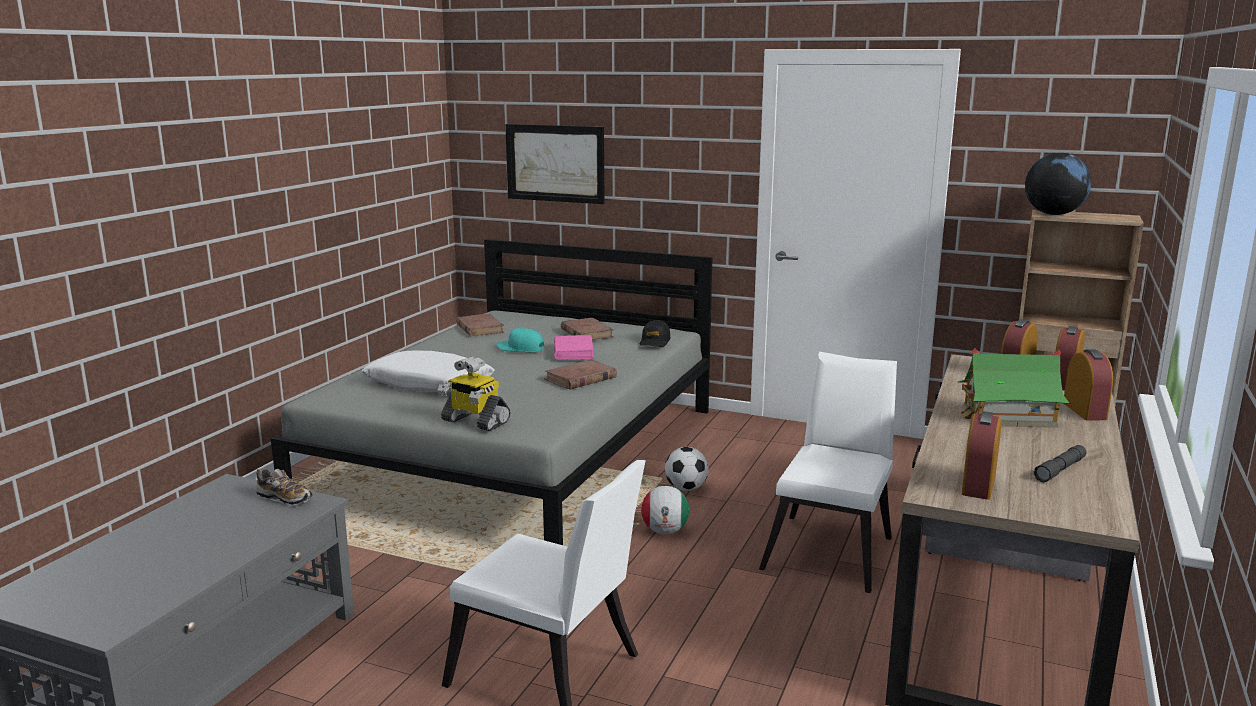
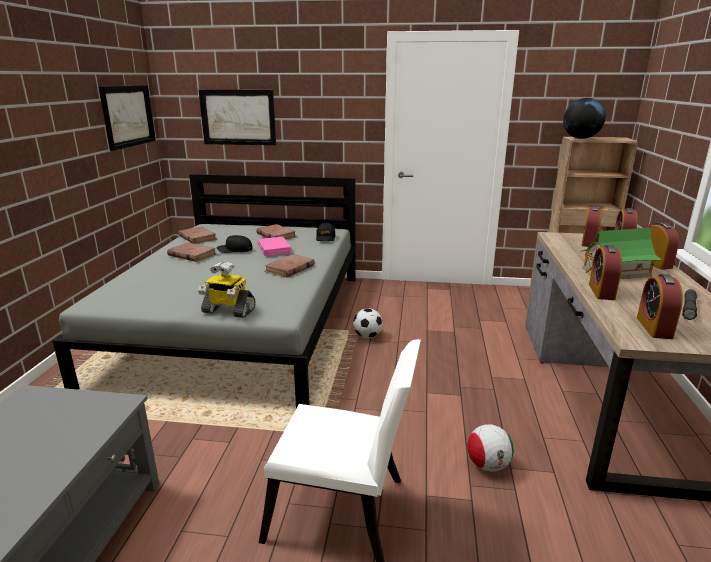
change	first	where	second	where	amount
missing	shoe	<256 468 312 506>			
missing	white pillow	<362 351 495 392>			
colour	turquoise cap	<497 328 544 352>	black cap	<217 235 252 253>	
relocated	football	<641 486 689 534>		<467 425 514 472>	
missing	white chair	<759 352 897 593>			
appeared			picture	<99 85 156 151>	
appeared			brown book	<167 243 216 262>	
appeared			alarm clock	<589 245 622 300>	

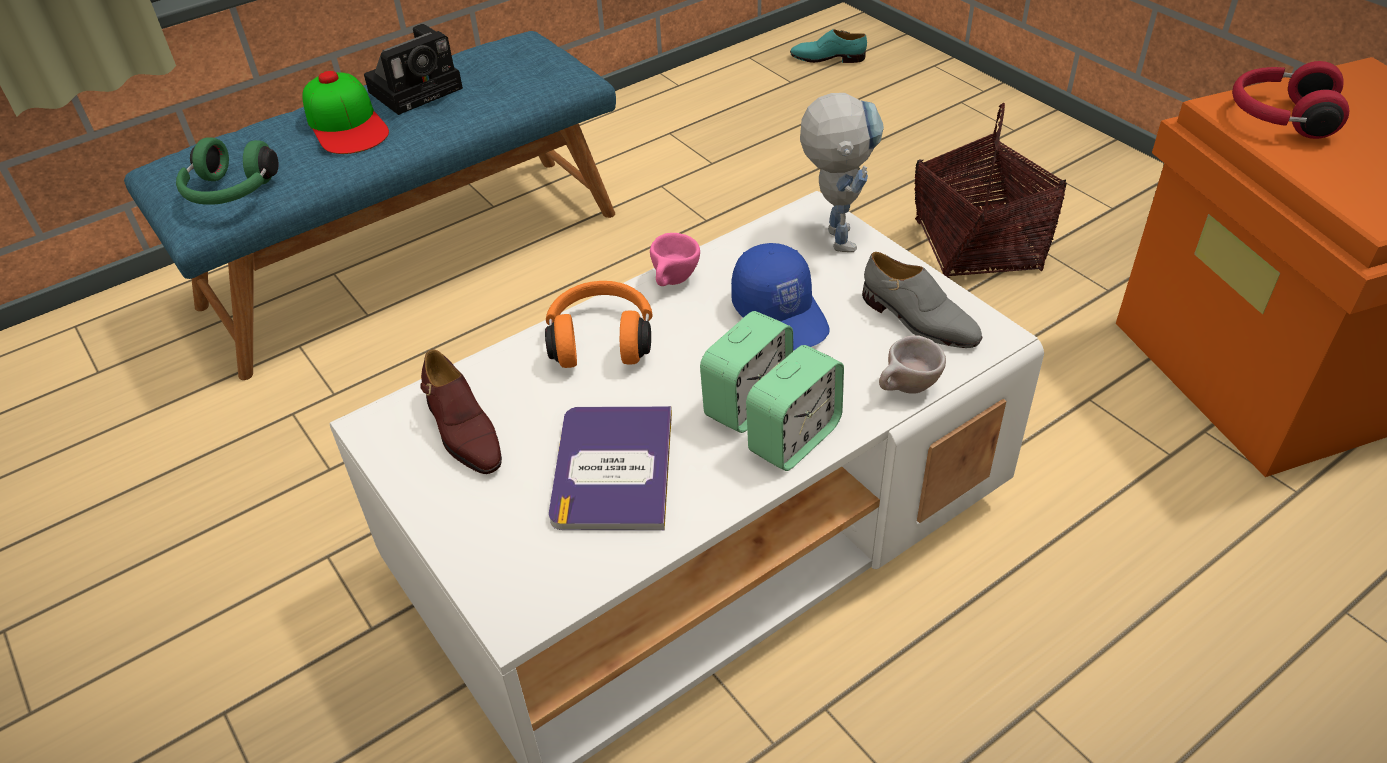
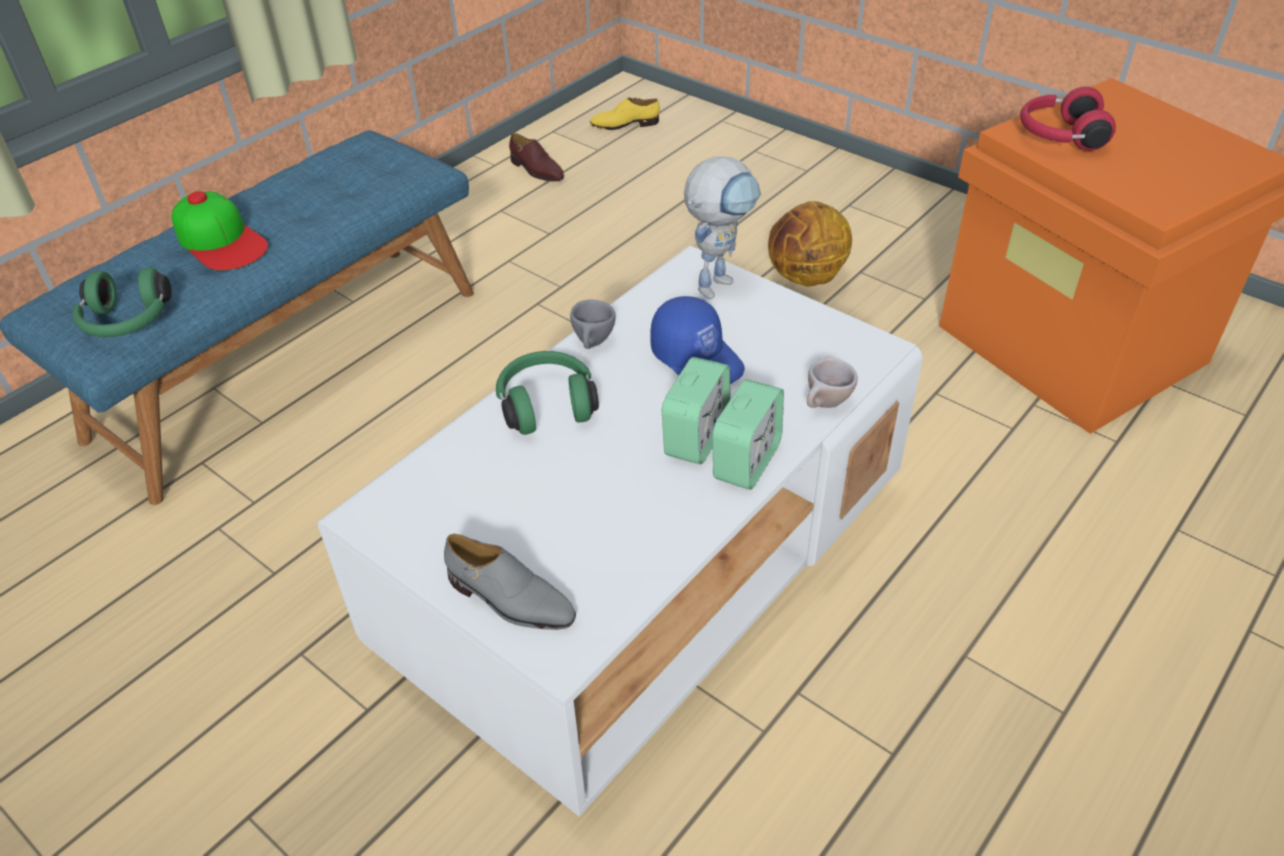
change	first	where	second	where	amount
missing	photo camera	<364 24 463 115>			
relocated	brown shoe	<421 349 502 474>		<509 133 564 182>	
colour	orange headphones	<545 281 652 368>	green headphones	<496 351 599 435>	
missing	book	<549 406 672 530>			
colour	pink cup	<650 233 700 286>	grey cup	<570 300 616 349>	
colour	turquoise shoe	<790 29 867 63>	yellow shoe	<590 97 660 130>	
spun	toy robot	<800 93 884 252>		<684 157 761 299>	60 degrees clockwise
relocated	grey shoe	<862 252 982 348>		<444 534 576 630>	
exchanged	basket	<915 103 1067 278>	basketball	<768 201 852 287>	

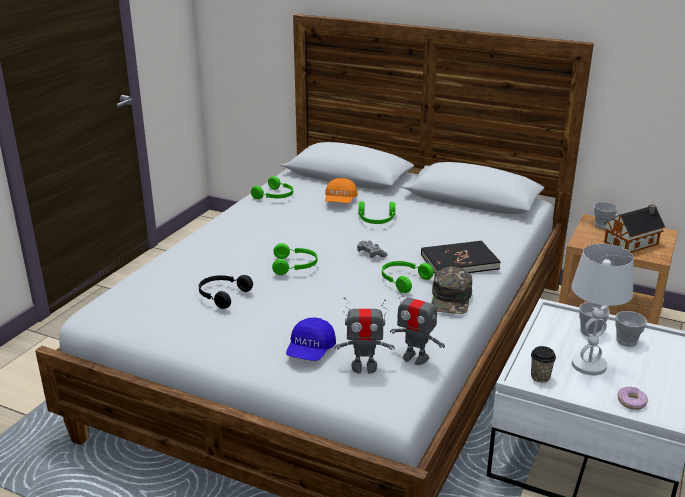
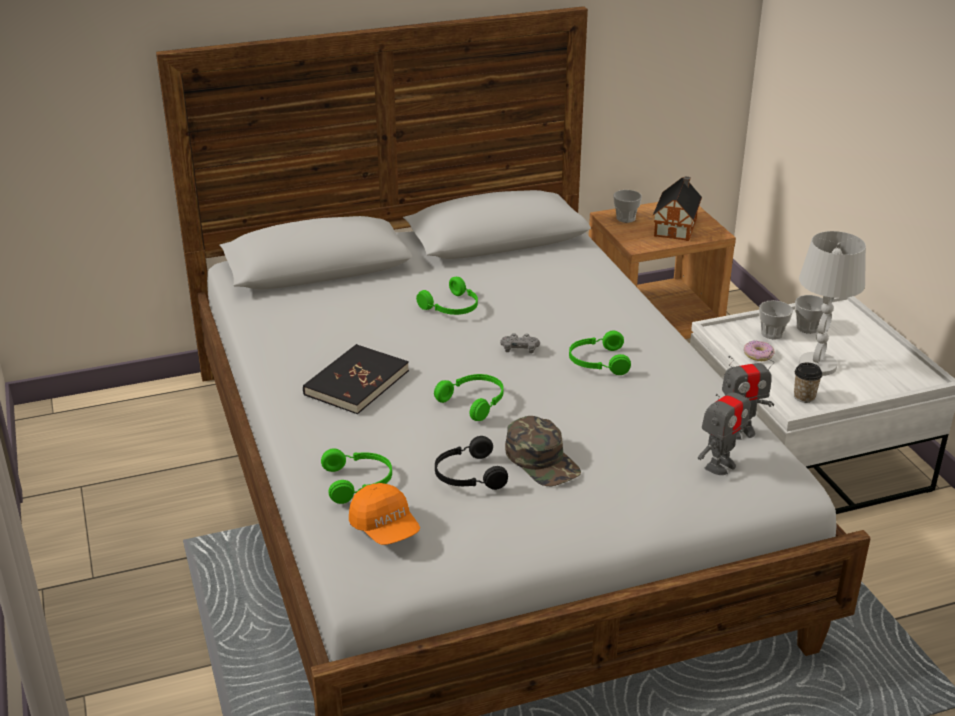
change	first	where	second	where	amount
relocated	green headphones	<251 176 293 199>		<321 448 392 504>	
missing	blue cap	<286 317 336 361>			
relocated	orange cap	<325 178 358 203>		<349 483 420 545>	
relocated	black book	<421 241 501 274>		<303 344 409 414>	
relocated	green cap	<431 266 472 314>		<505 416 581 486>	
relocated	donut	<617 387 648 410>		<744 341 775 361>	

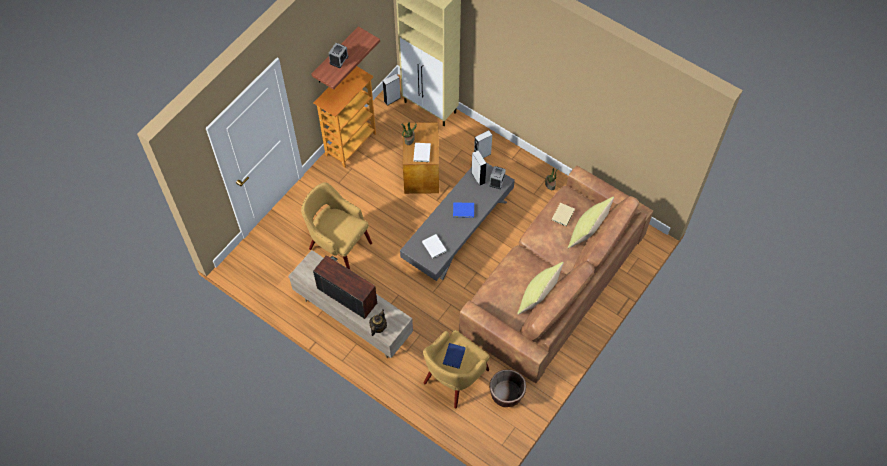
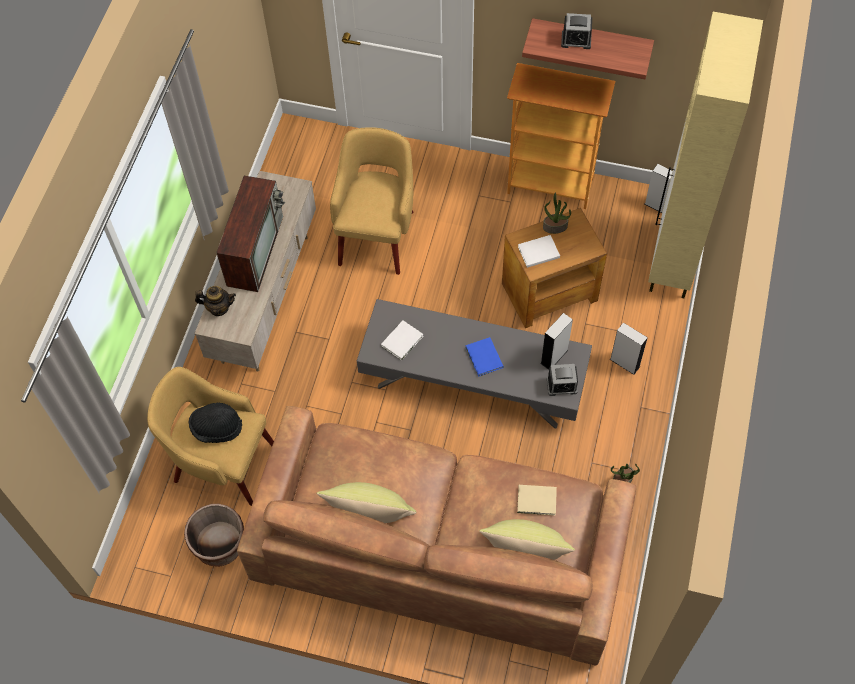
change	first	where	second	where	amount
exchanged	blue book	<443 343 466 369>	black hat	<188 403 242 443>	

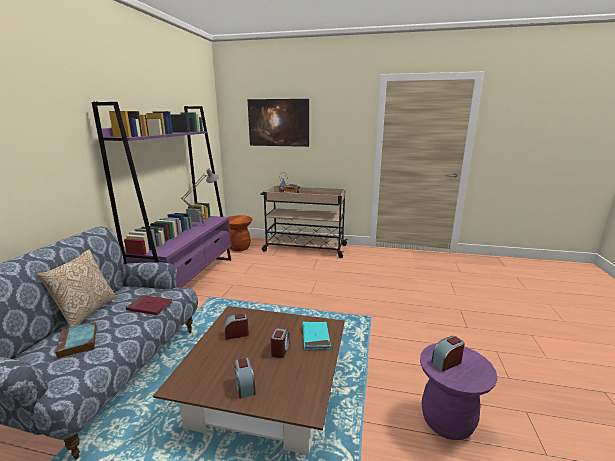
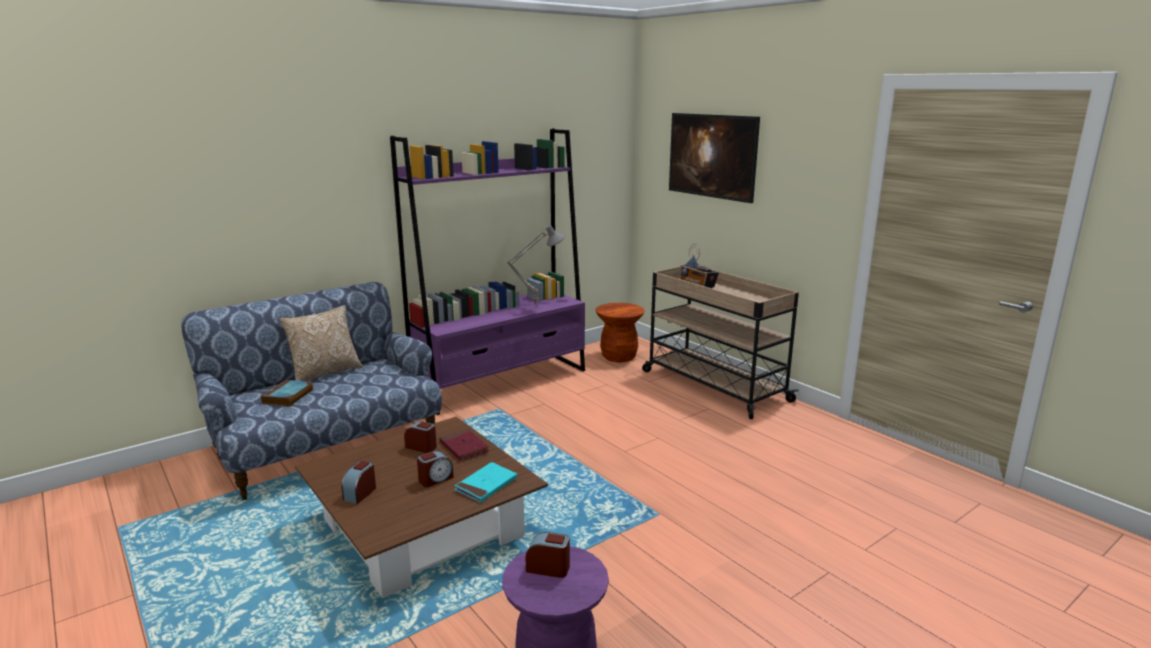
change	first	where	second	where	amount
relocated	red book	<126 295 172 315>		<439 429 489 460>	

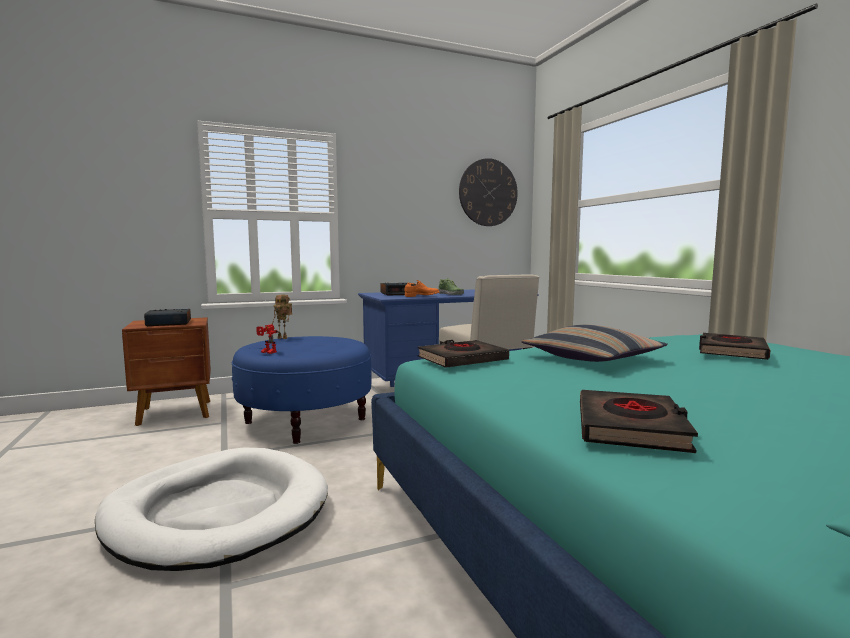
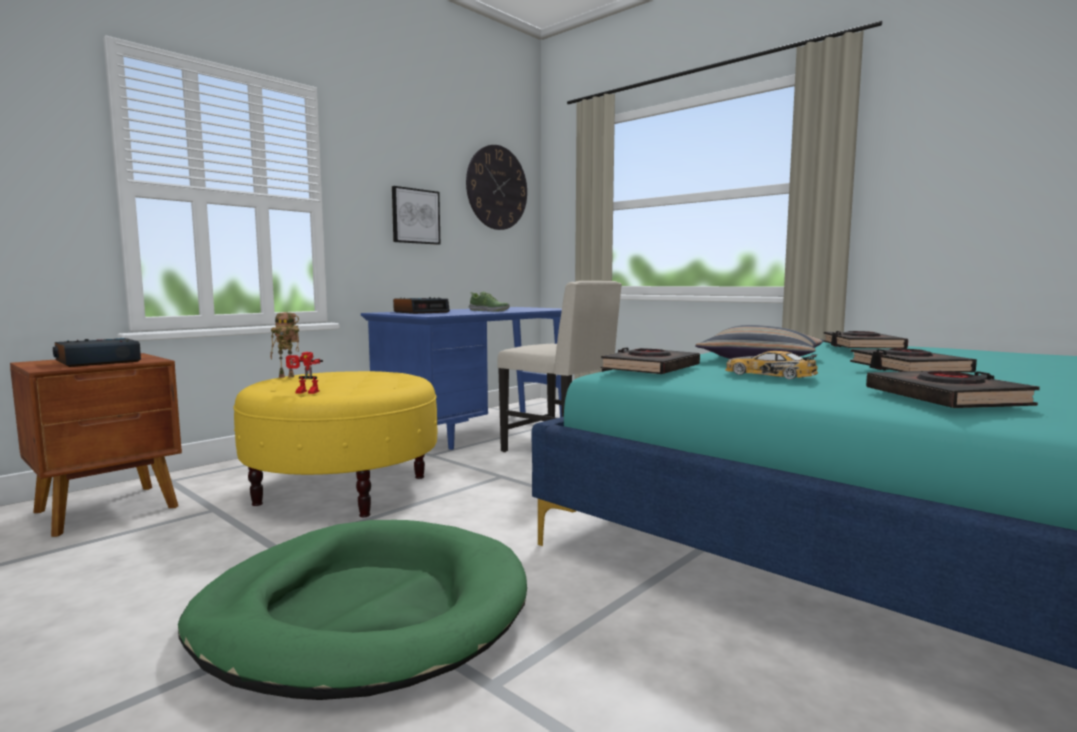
change	first	where	second	where	amount
colour	white dog bed	<95 447 328 571>	green dog bed	<178 520 527 700>	
colour	blue ottoman	<232 336 372 444>	yellow ottoman	<233 371 437 517>	
missing	orange shoe	<405 280 440 297>			
appeared			picture	<392 186 440 245>	
appeared			toy car	<725 351 818 379>	
appeared			black book	<850 349 977 373>	

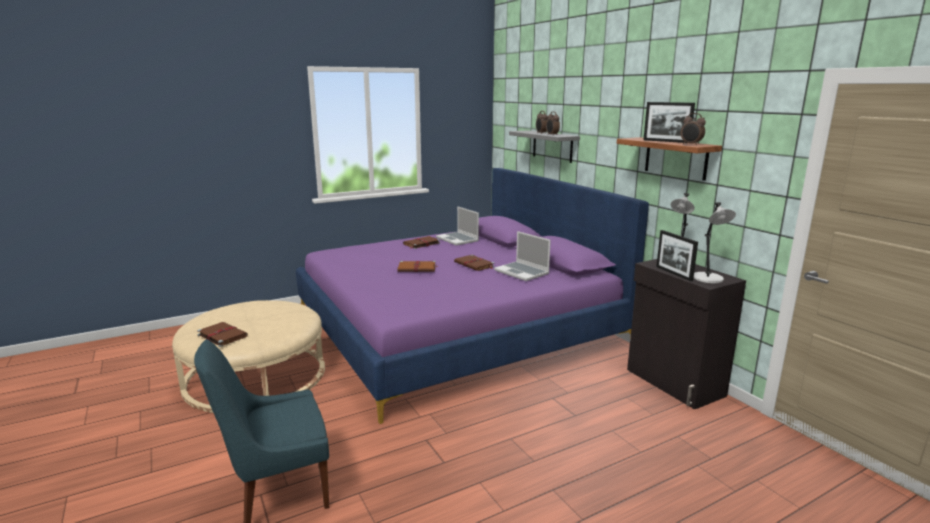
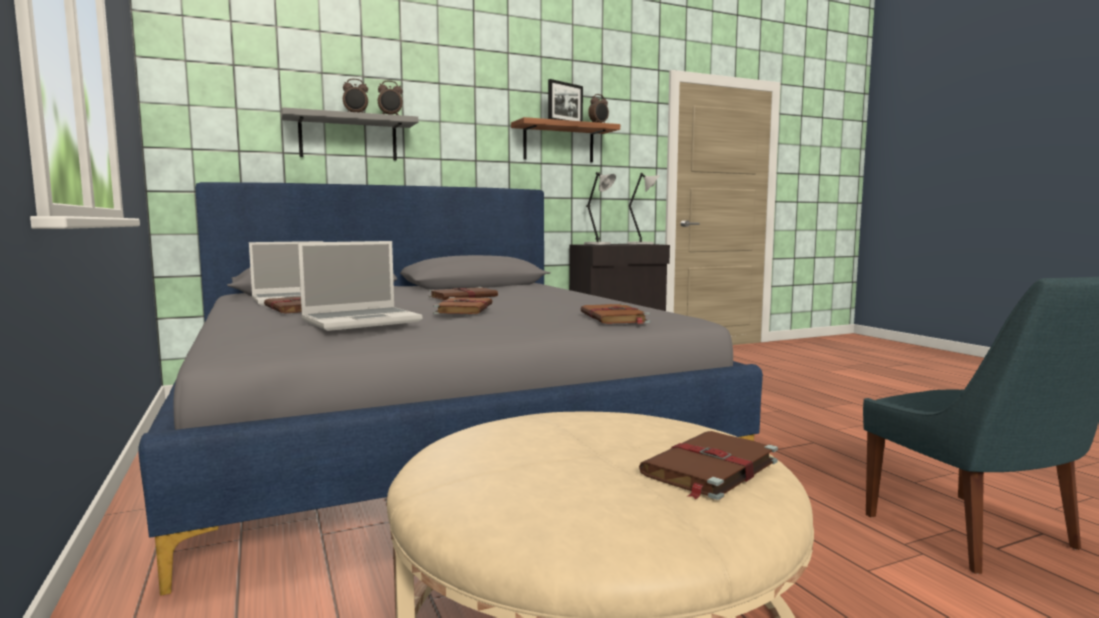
change	first	where	second	where	amount
colour	purple bed	<296 168 649 424>	grey bed	<138 182 763 595>	
relocated	laptop	<494 231 551 281>		<298 241 422 331>	
missing	picture frame	<656 230 698 281>			
appeared			brown book	<581 304 650 324>	

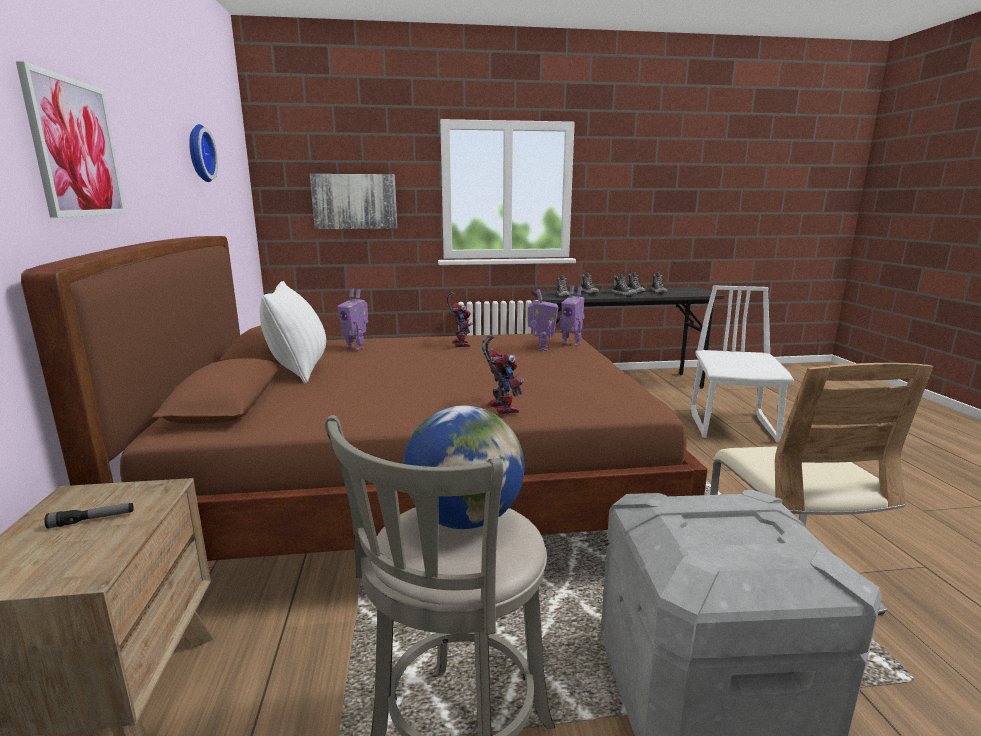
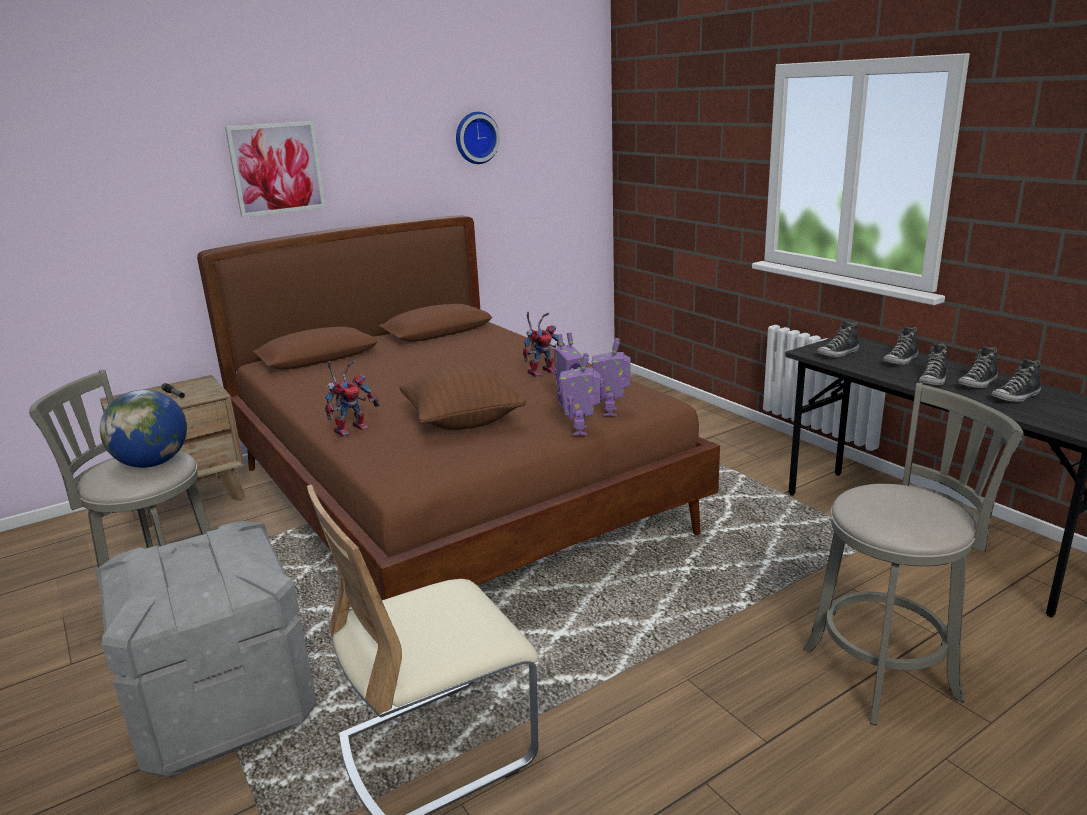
change	first	where	second	where	amount
missing	white pillow	<260 281 326 384>			
missing	picture	<310 174 397 229>			
relocated	toy robot	<337 288 368 350>		<559 353 600 435>	
exchanged	white chair	<690 285 794 443>	grey stool	<803 383 1023 726>	
appeared			brown pillow	<399 364 526 430>	

